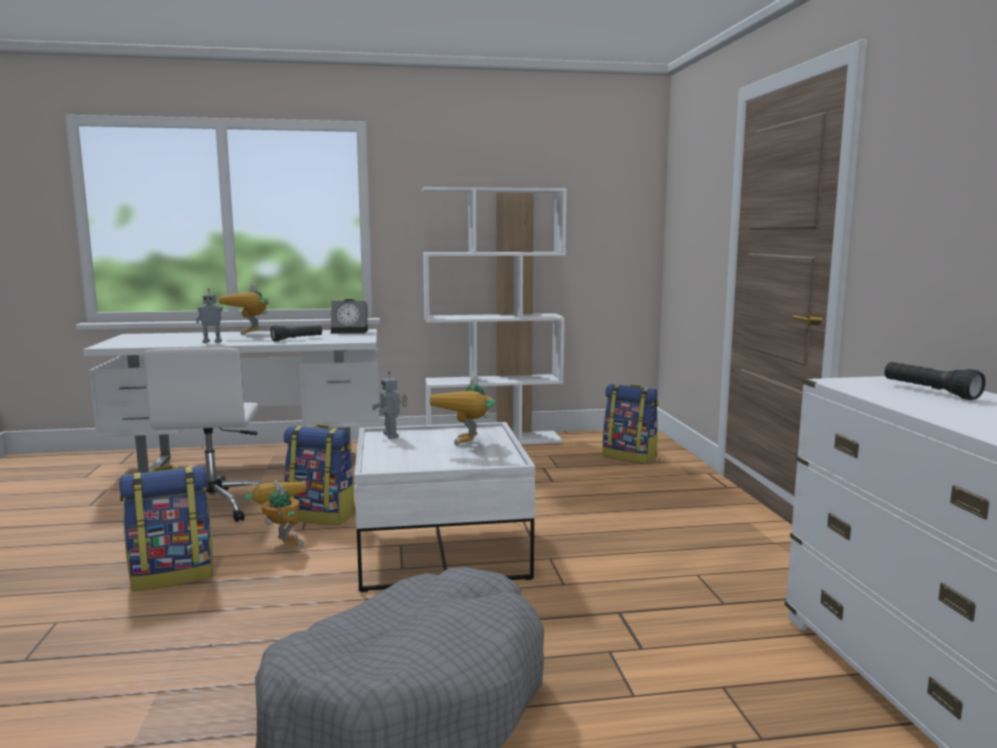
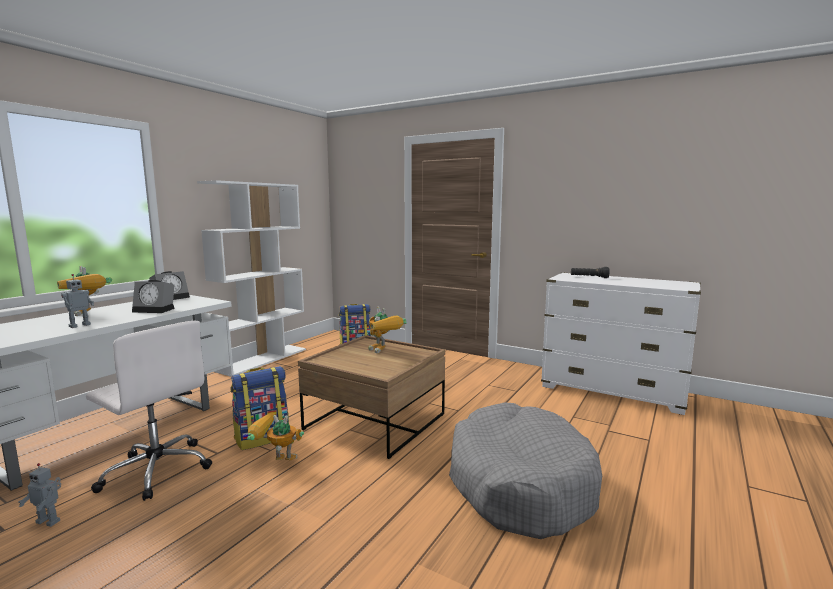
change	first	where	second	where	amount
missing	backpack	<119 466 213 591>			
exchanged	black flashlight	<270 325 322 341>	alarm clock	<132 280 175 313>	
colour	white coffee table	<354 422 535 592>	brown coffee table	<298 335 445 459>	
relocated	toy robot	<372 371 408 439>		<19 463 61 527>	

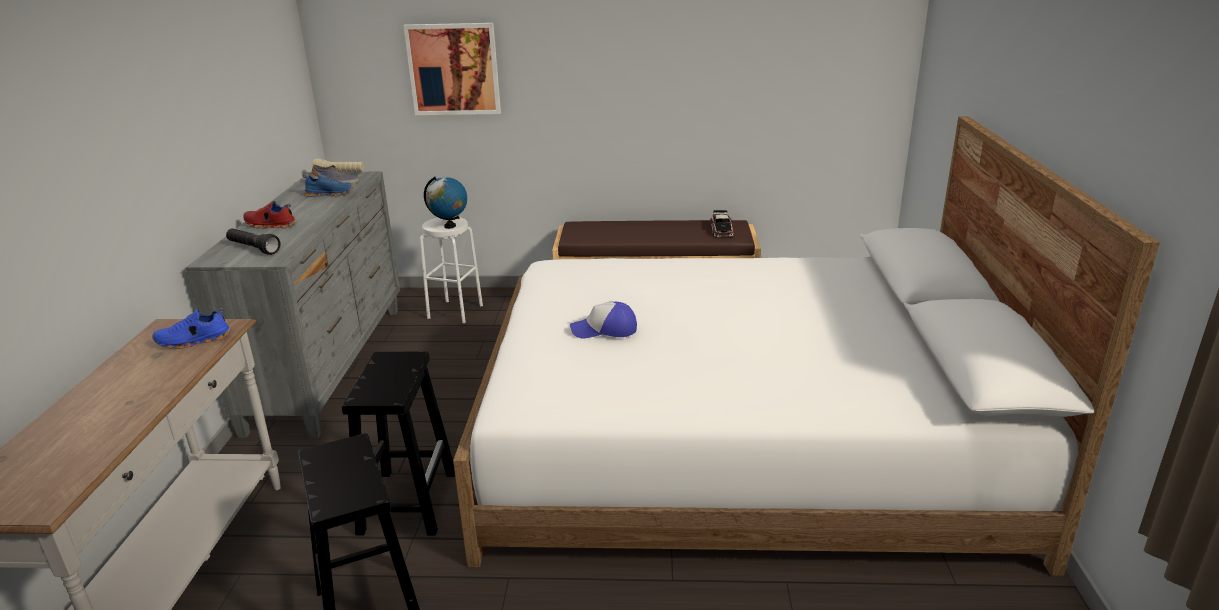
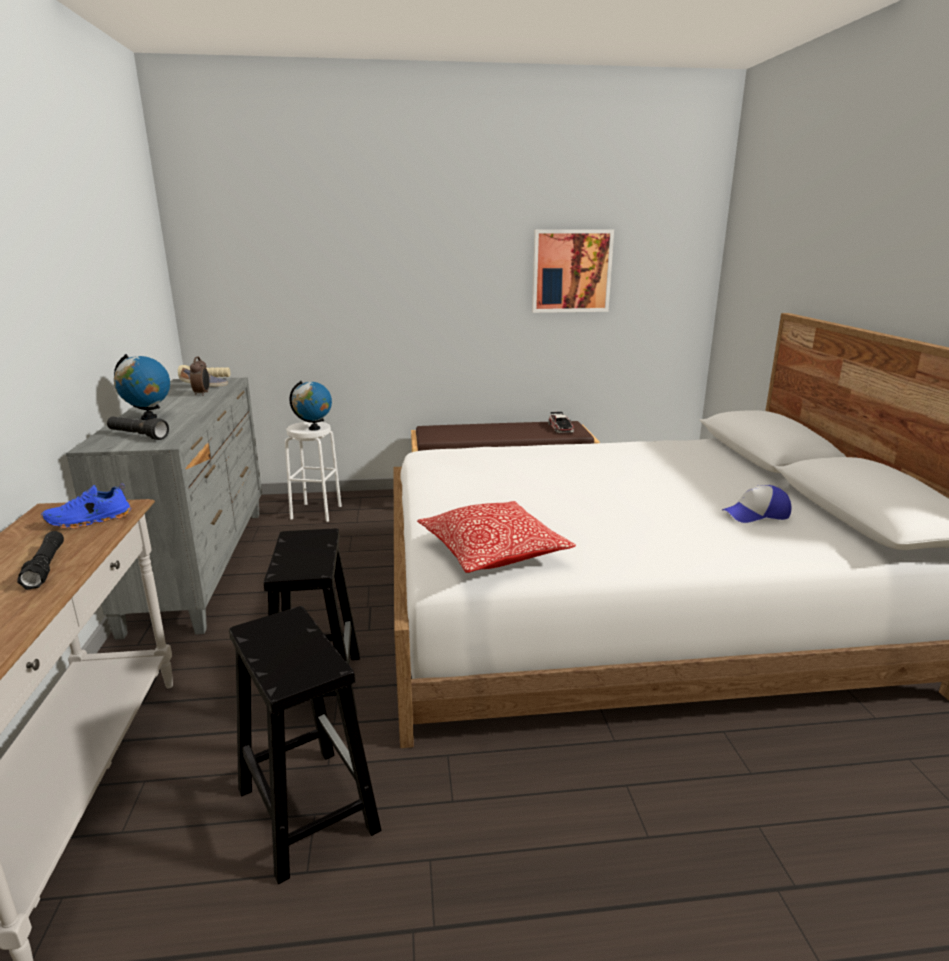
change	first	where	second	where	amount
exchanged	red shoe	<243 201 296 228>	globe	<114 354 170 420>	
exchanged	blue shoe	<303 173 353 197>	alarm clock	<190 356 209 396>	
relocated	picture	<403 23 501 115>		<532 229 614 313>	
relocated	cap	<570 301 637 338>		<722 485 792 523>	
appeared			black flashlight	<17 531 64 590>	
appeared			pillow	<417 501 576 573>	

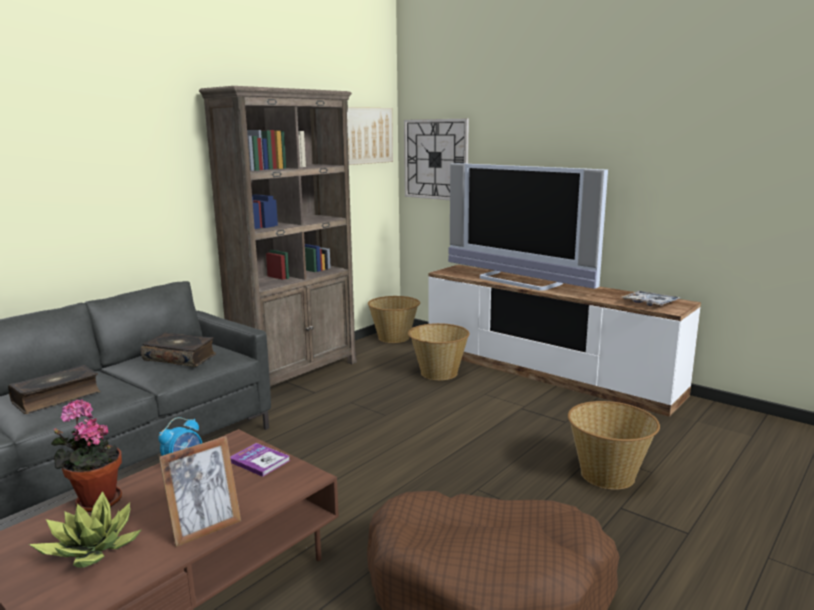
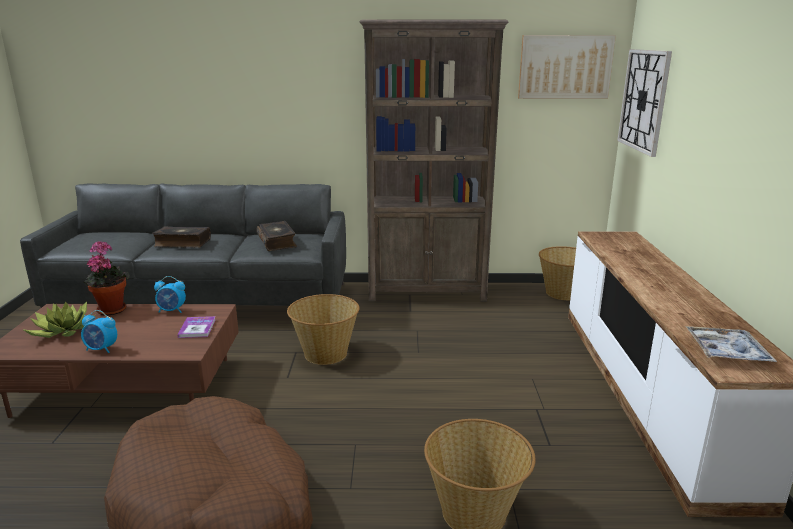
change	first	where	second	where	amount
exchanged	picture frame	<159 436 241 547>	alarm clock	<81 310 117 353>	
relocated	basket	<408 323 469 380>		<287 294 360 365>	
missing	television	<448 163 608 291>			

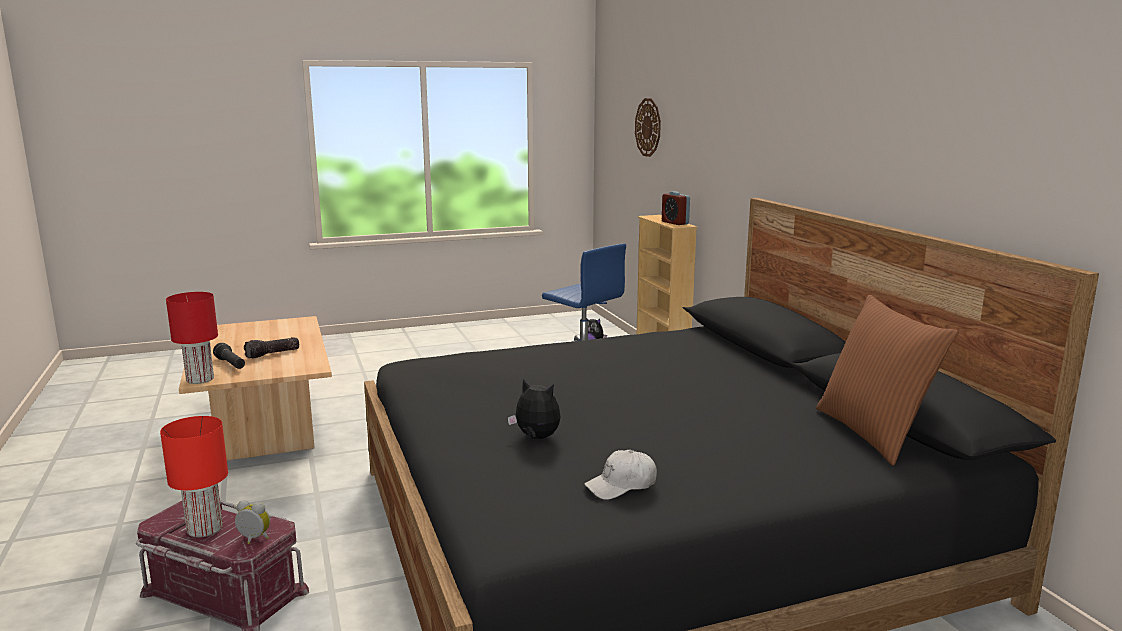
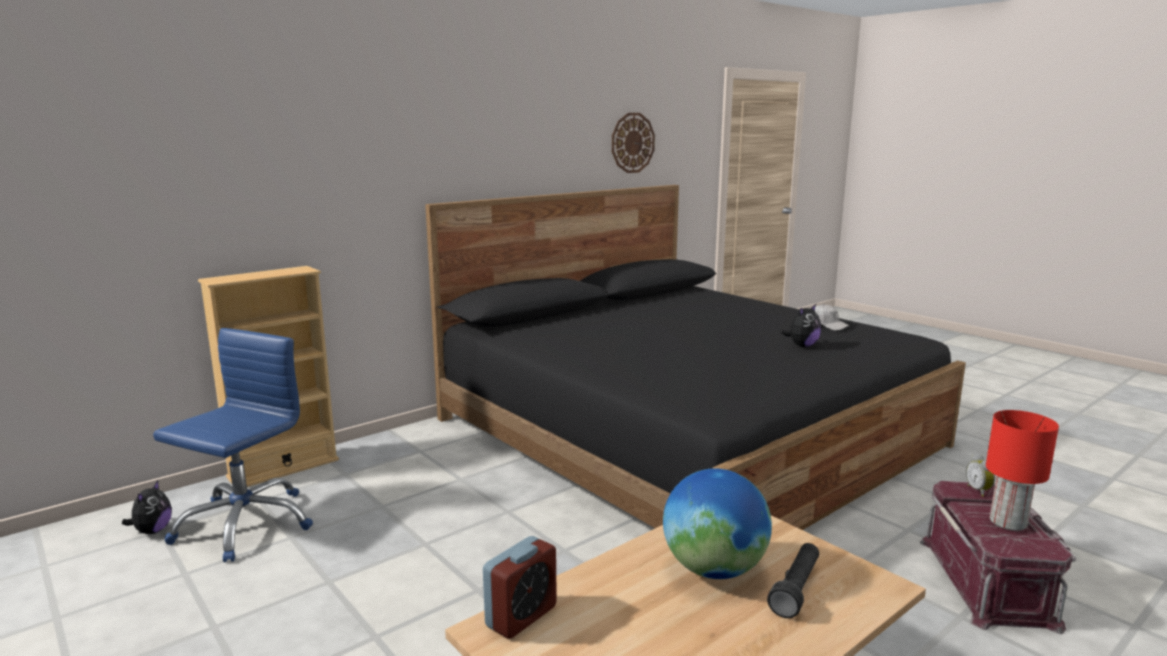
change	first	where	second	where	amount
missing	red table lamp	<166 292 218 384>			
exchanged	flashlight	<244 337 299 359>	globe	<663 469 772 579>	
spun	plush toy	<507 379 561 439>		<781 304 821 347>	135 degrees counterclockwise
relocated	wall clock	<635 98 661 157>		<612 113 655 173>	
relocated	alarm clock	<662 191 690 225>		<483 536 557 639>	
missing	brown pillow	<816 295 958 466>			

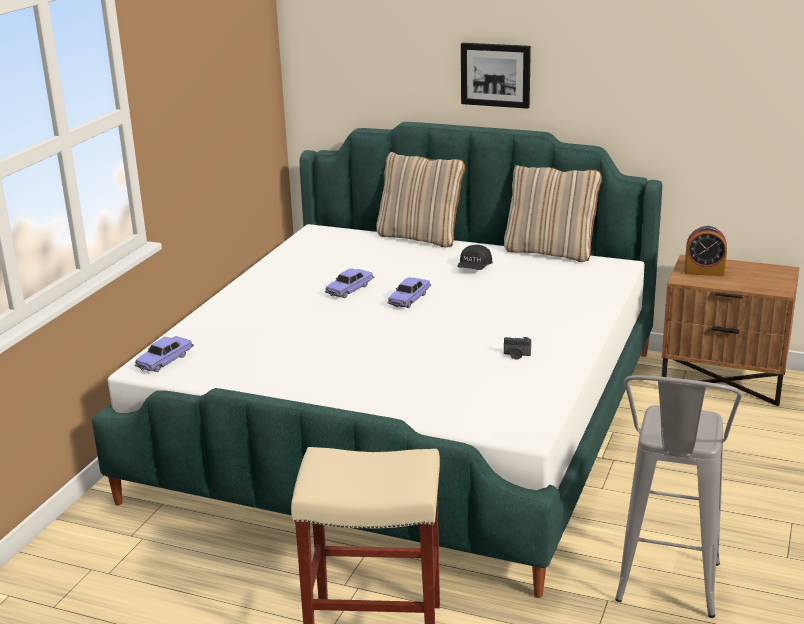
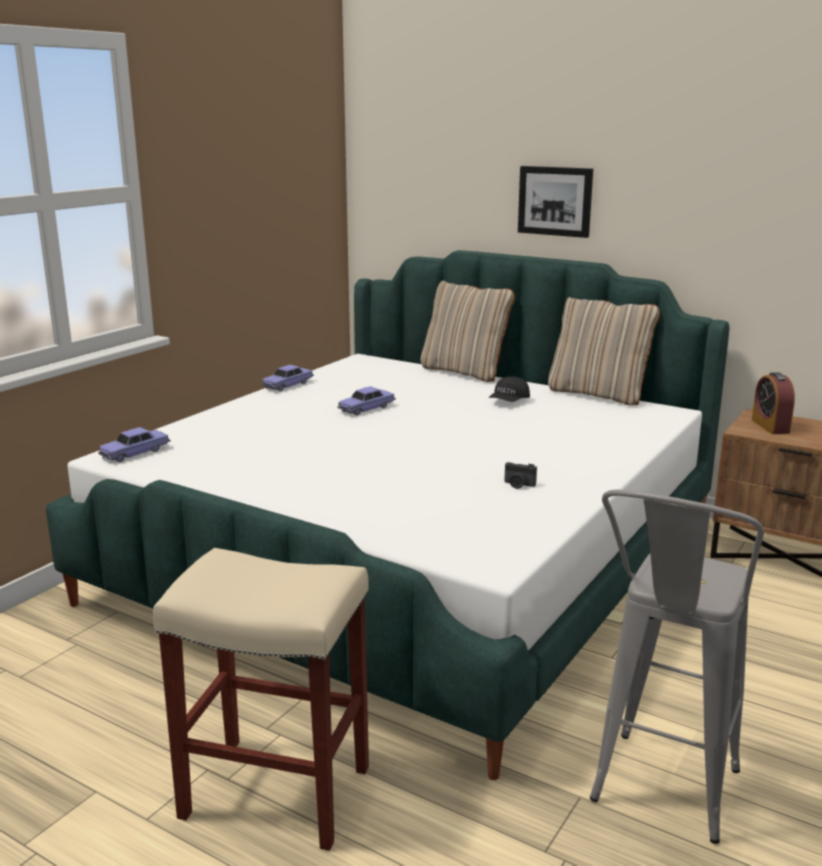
change	first	where	second	where	amount
relocated	toy car	<387 277 431 308>		<261 365 314 391>	
spun	alarm clock	<685 226 727 276>		<752 372 795 434>	60 degrees clockwise

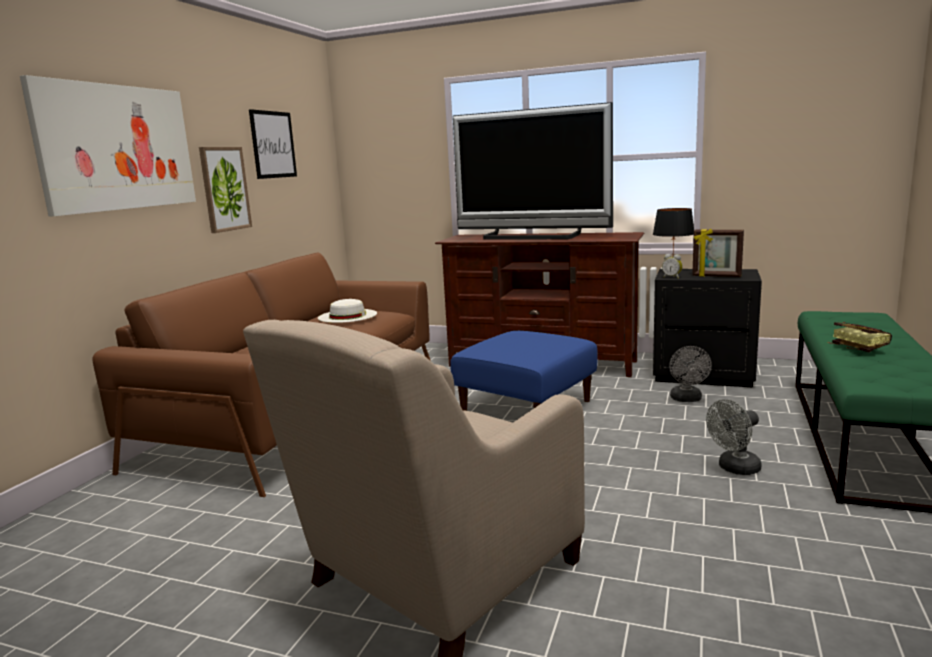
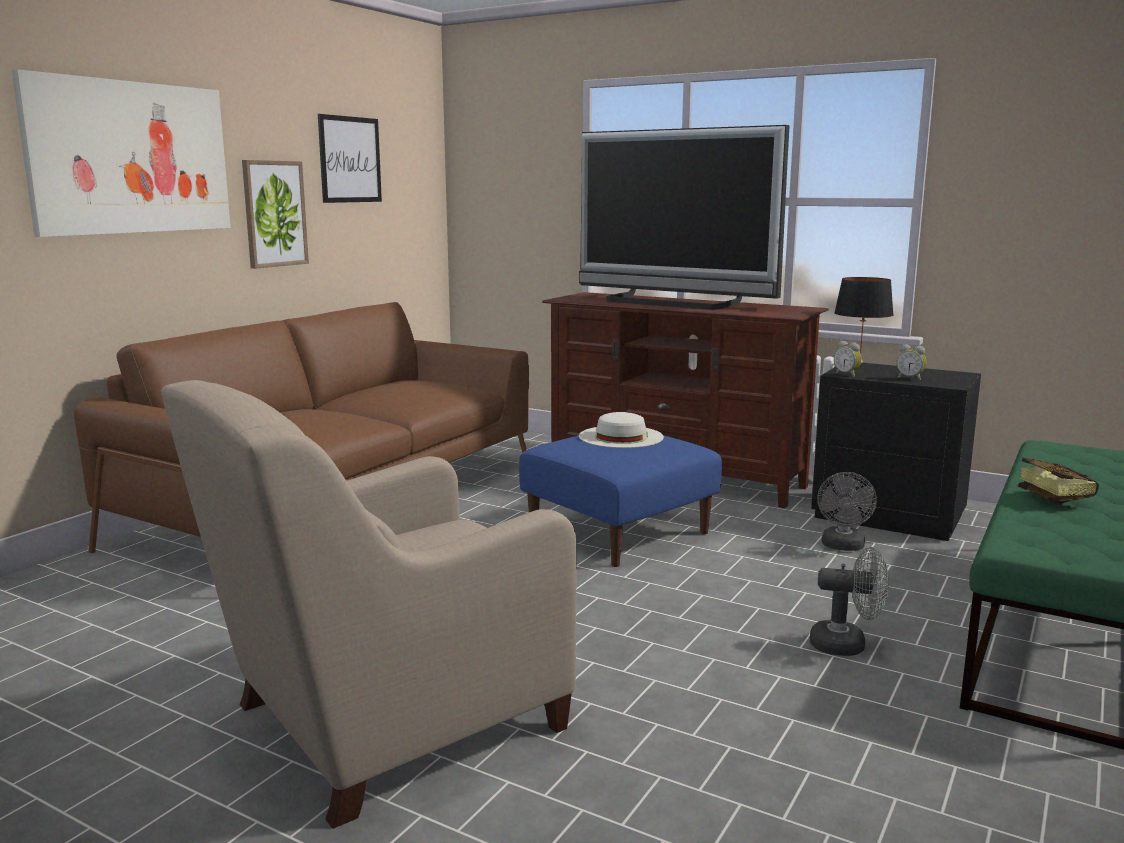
change	first	where	second	where	amount
relocated	white hat	<318 299 377 323>		<579 412 664 448>	
exchanged	picture frame	<692 229 744 277>	alarm clock	<896 344 926 381>	
spun	grey fan	<706 399 762 475>		<810 547 889 656>	150 degrees counterclockwise

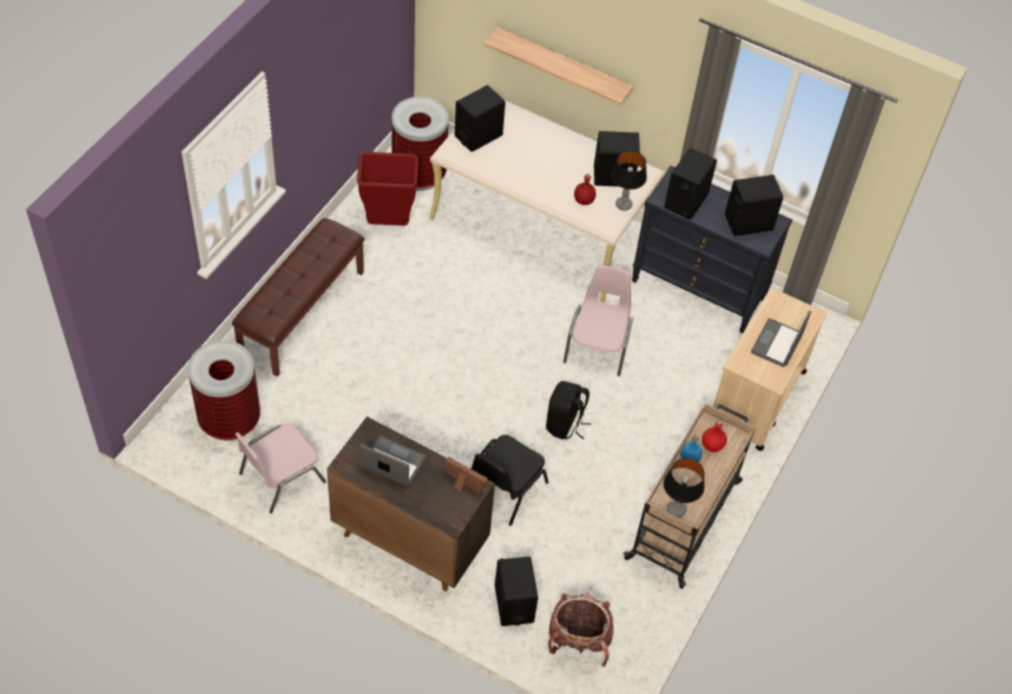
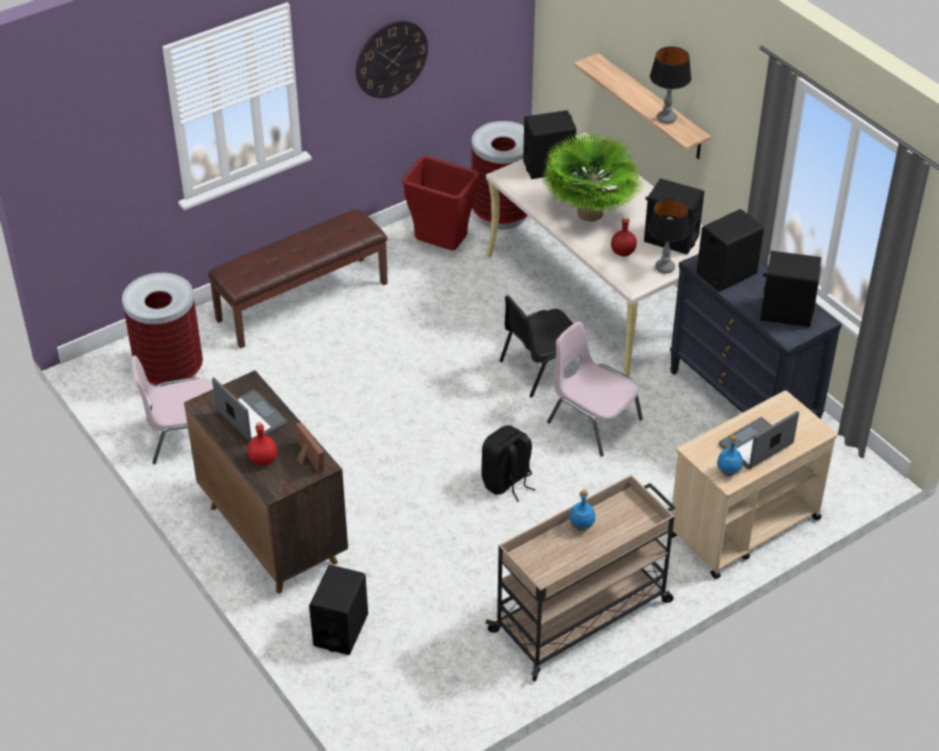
change	first	where	second	where	amount
relocated	black chair	<471 435 549 526>		<499 295 573 398>	
missing	backpack	<548 593 614 666>			
spun	pink chair	<563 265 633 376>		<547 322 643 456>	90 degrees counterclockwise
relocated	table lamp	<664 458 705 518>		<650 47 691 124>	
relocated	red bottle	<702 421 727 452>		<248 422 277 466>	
appeared			wall clock	<356 20 428 98>	
appeared			potted plant	<542 133 644 222>	
appeared			blue bottle	<717 435 743 476>	

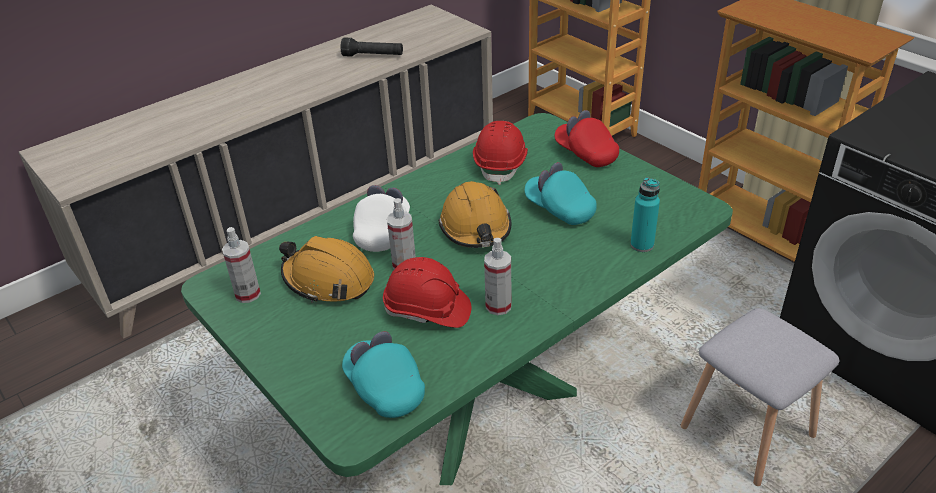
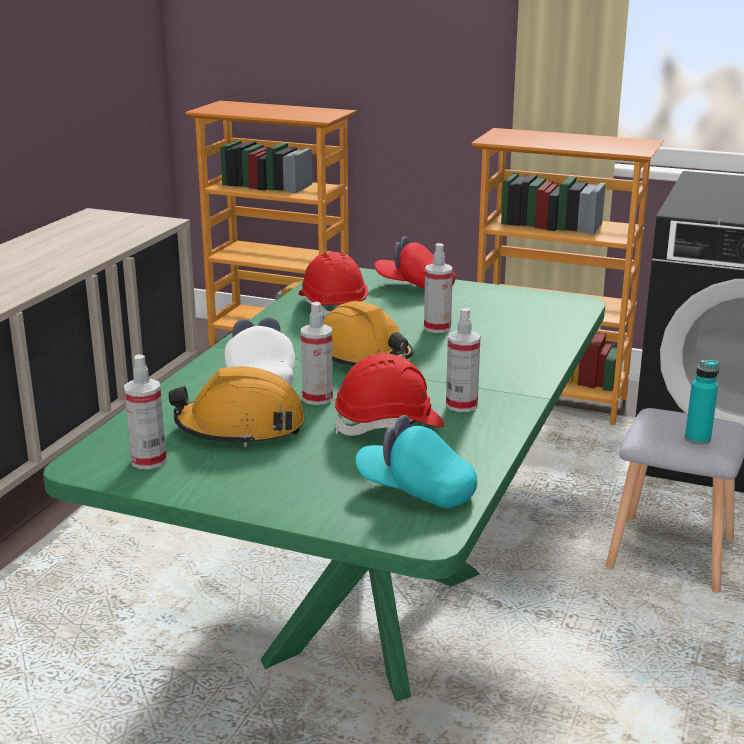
change	first	where	second	where	amount
missing	black flashlight	<340 37 403 57>			
exchanged	turquoise cap	<525 162 597 225>	spray bottle	<424 243 453 333>	
relocated	turquoise bottle	<630 177 660 252>		<685 360 719 445>	

